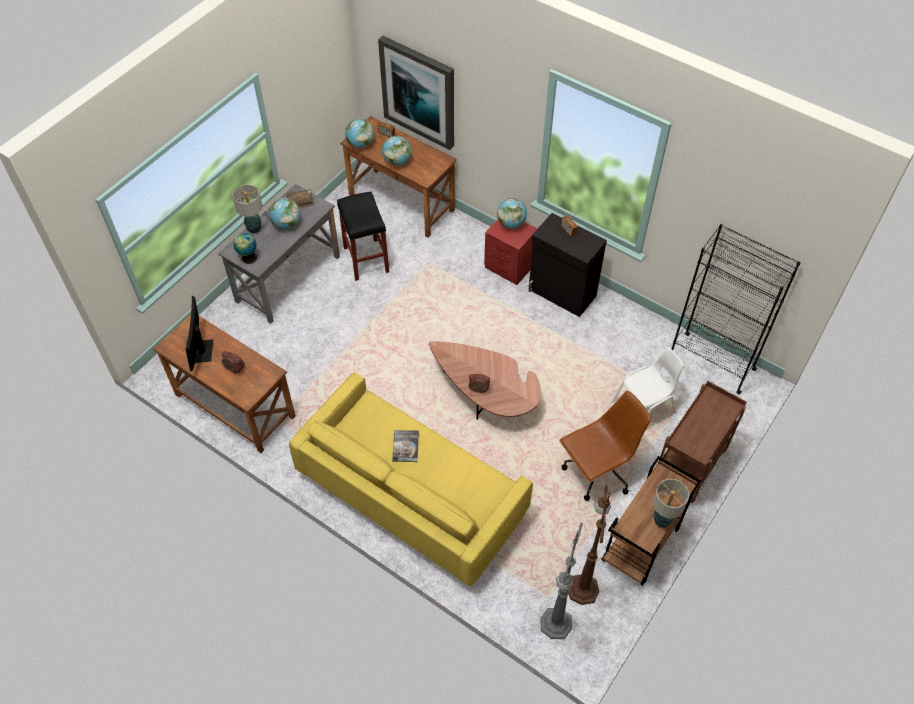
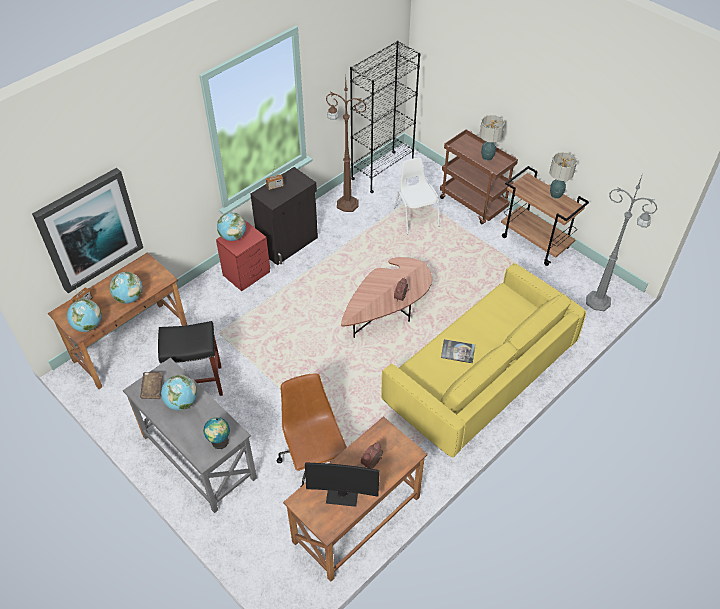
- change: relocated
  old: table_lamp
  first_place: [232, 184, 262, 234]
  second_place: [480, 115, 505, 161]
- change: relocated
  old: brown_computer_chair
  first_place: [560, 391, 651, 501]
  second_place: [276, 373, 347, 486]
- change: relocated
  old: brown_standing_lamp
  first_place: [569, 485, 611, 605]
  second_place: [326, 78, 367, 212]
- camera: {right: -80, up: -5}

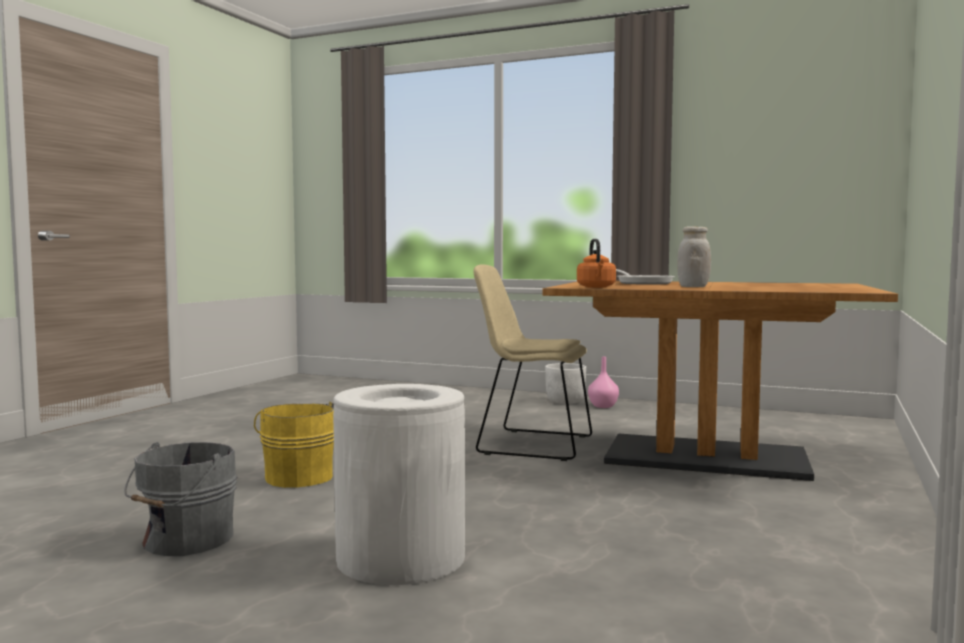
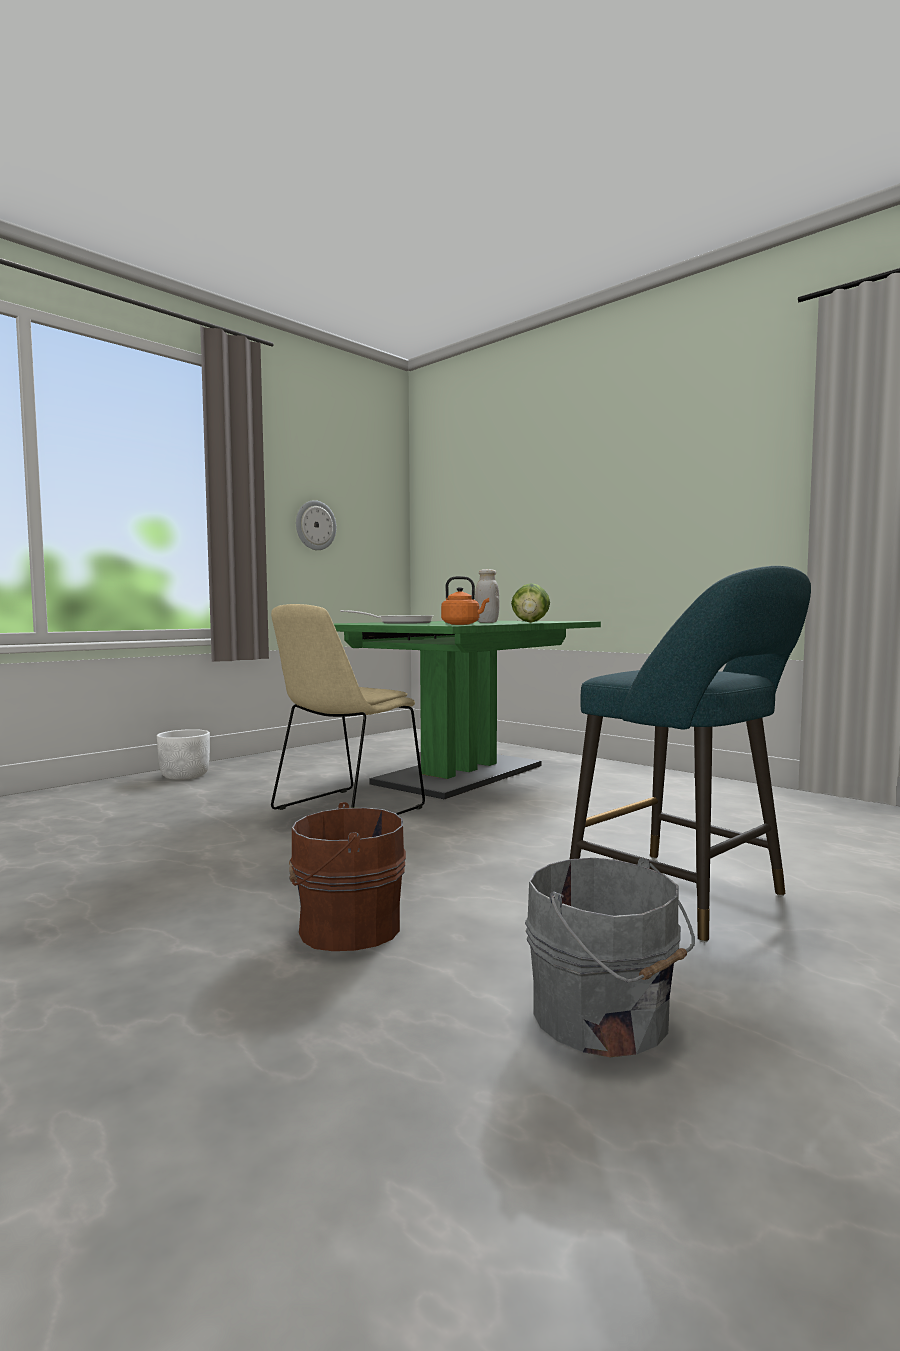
- change: missing
  old: pink_vase
  first_place: [588, 357, 619, 408]
- change: appeared
  new: hanging_clock
  second_place: [296, 500, 336, 550]
- change: appeared
  new: lettuce_head
  second_place: [511, 583, 550, 623]
- change: exchanged
  old: white-coloured_trash_can
  new: turquoise_stool
  first_place: [333, 384, 465, 585]
  second_place: [570, 566, 811, 942]
- change: colour
  old: yellow-coloured_pail
  new: brown_pail
  first_place: [254, 401, 334, 488]
  second_place: [289, 802, 406, 951]
- change: colour
  old: brown_dining_table
  new: green-coloured_dining_table
  first_place: [542, 281, 898, 481]
  second_place: [333, 621, 601, 799]
- camera: {right: -70, up: 0}

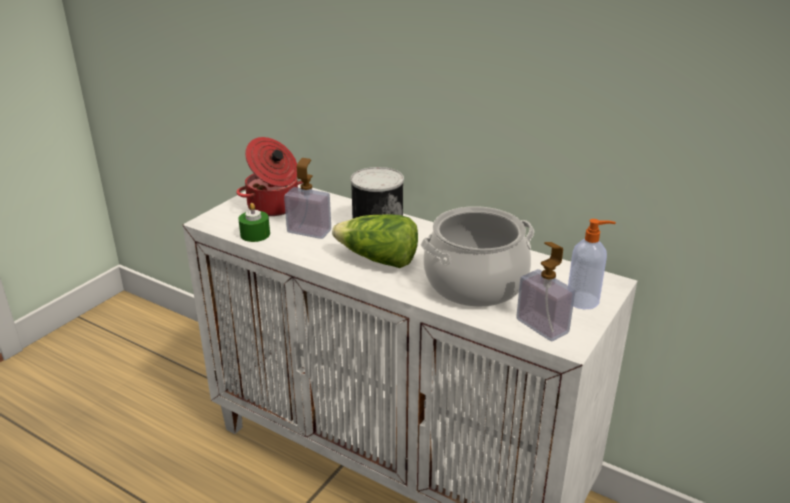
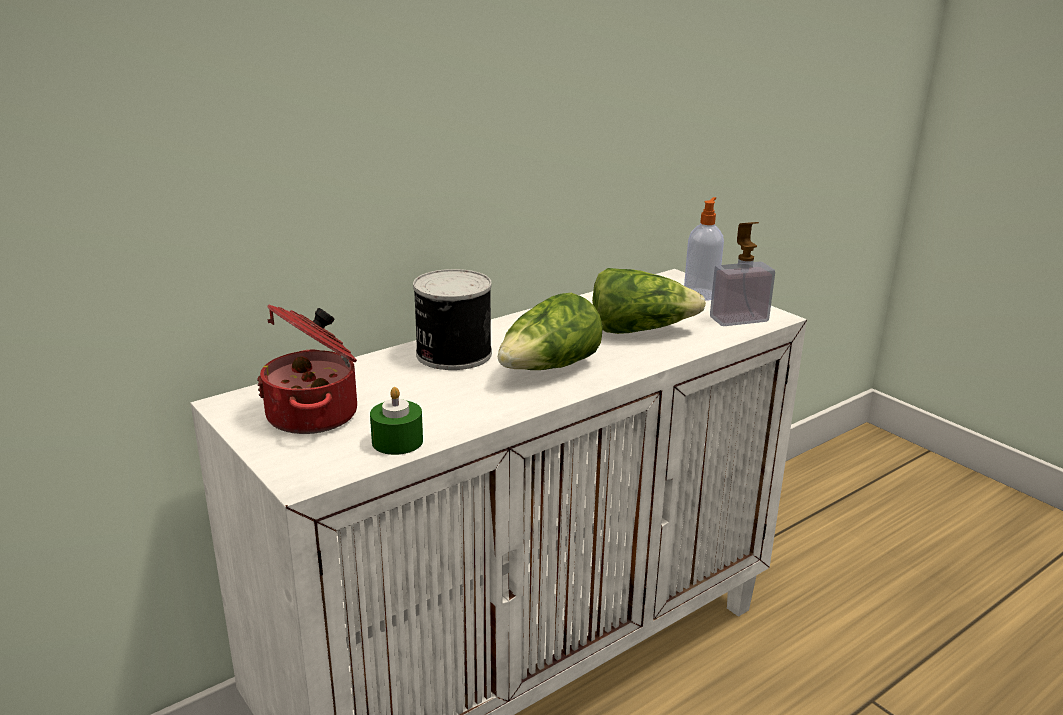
- change: missing
  old: soap_dispenser
  first_place: [284, 158, 331, 239]
- change: exchanged
  old: stockpot
  new: lettuce_head
  first_place: [421, 206, 534, 307]
  second_place: [592, 268, 706, 334]
- camera: {right: -70, up: -5}

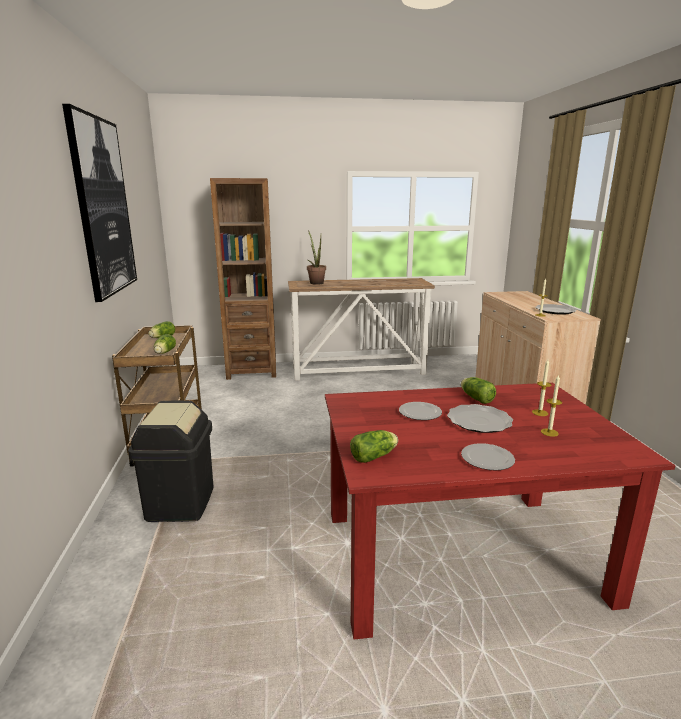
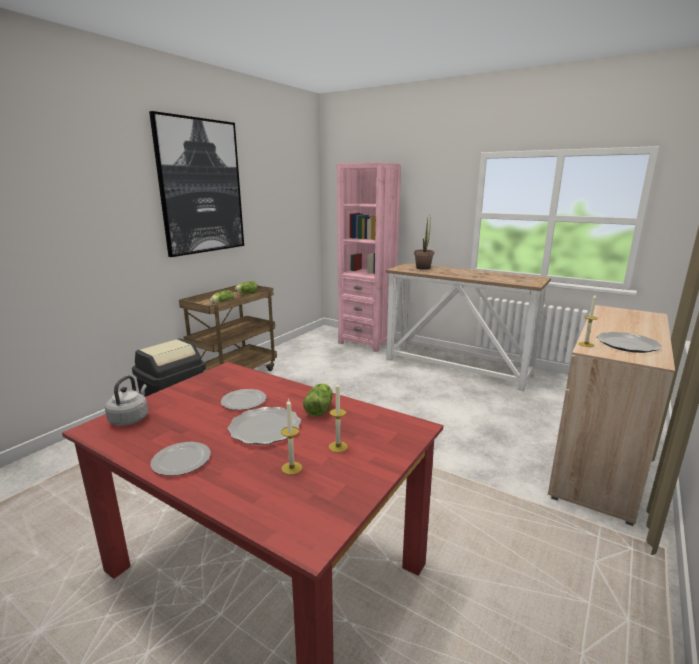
- change: exchanged
  old: lettuce_head
  new: grey_kettle
  first_place: [350, 430, 398, 463]
  second_place: [105, 375, 148, 426]
- change: colour
  old: brown_bookshelf
  new: pink_bookshelf
  first_place: [210, 178, 276, 380]
  second_place: [337, 162, 401, 352]
- camera: {right: 40, up: 0}

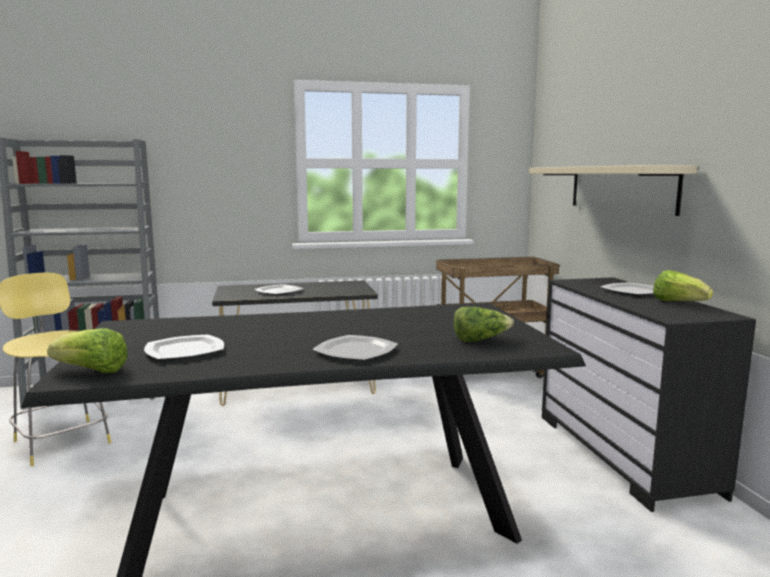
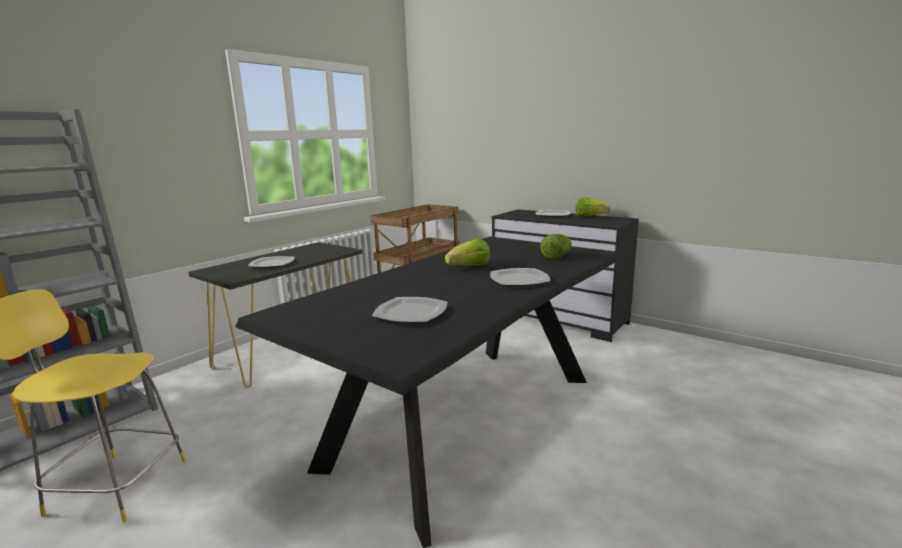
- change: missing
  old: sand-coloured_wall_shelf
  first_place: [529, 165, 697, 216]
- change: relocated
  old: lettuce_head
  first_place: [47, 328, 128, 373]
  second_place: [445, 238, 490, 266]
- camera: {right: -40, up: 5}

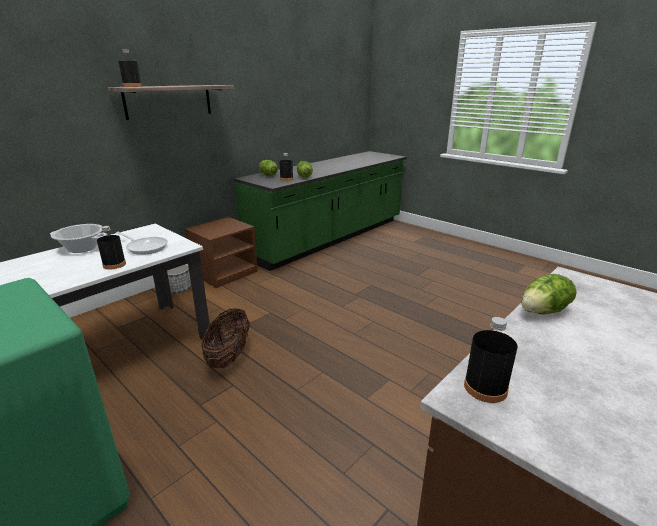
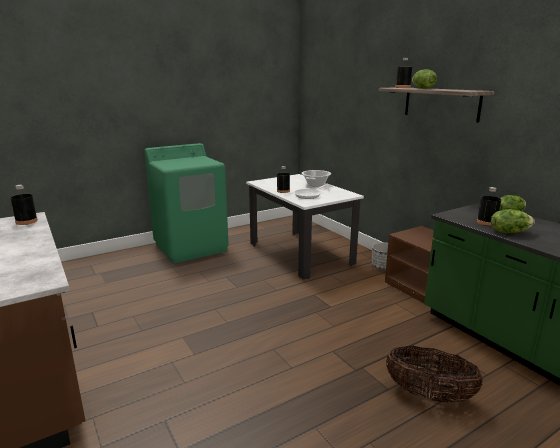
- change: relocated
  old: storage_basket
  first_place: [201, 308, 250, 368]
  second_place: [386, 346, 483, 403]
- change: relocated
  old: lettuce_head
  first_place: [522, 274, 577, 315]
  second_place: [412, 69, 437, 89]
- camera: {right: 105, up: -5}

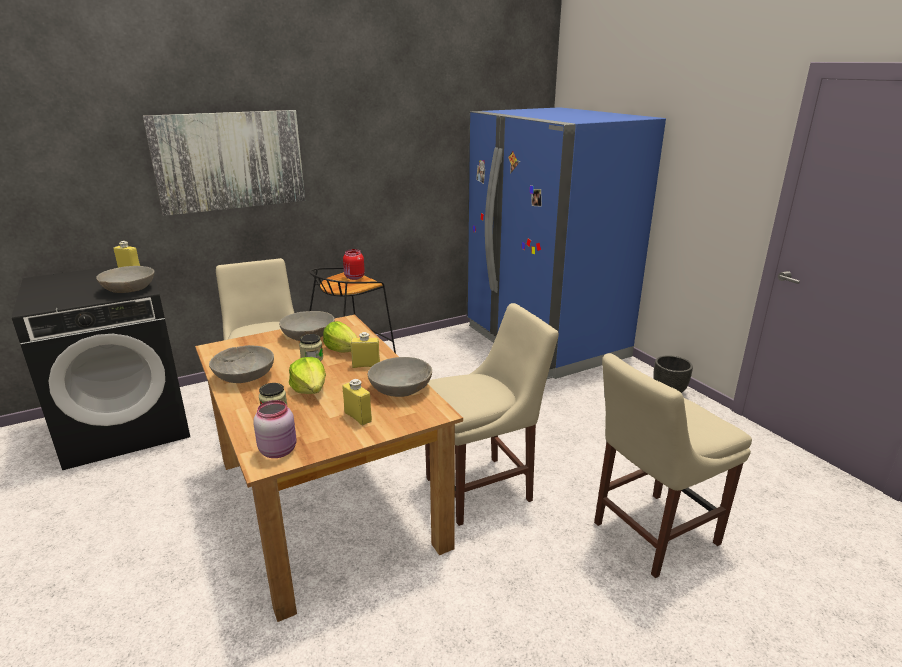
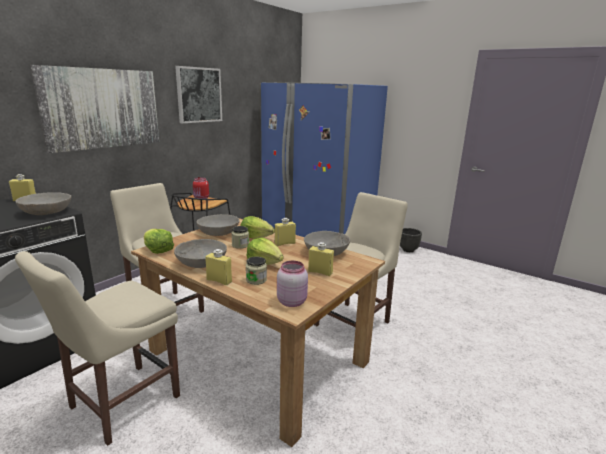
- change: appeared
  new: lettuce_head
  second_place: [144, 229, 174, 254]
- change: appeared
  new: wall_art
  second_place: [175, 66, 222, 123]
- change: appeared
  new: yellow-coloured_beverage_bottle
  second_place: [205, 249, 232, 285]
- change: relocated
  old: sand-coloured_plain_chair
  first_place: [594, 353, 752, 578]
  second_place: [15, 251, 180, 446]
- camera: {right: -25, up: -5}

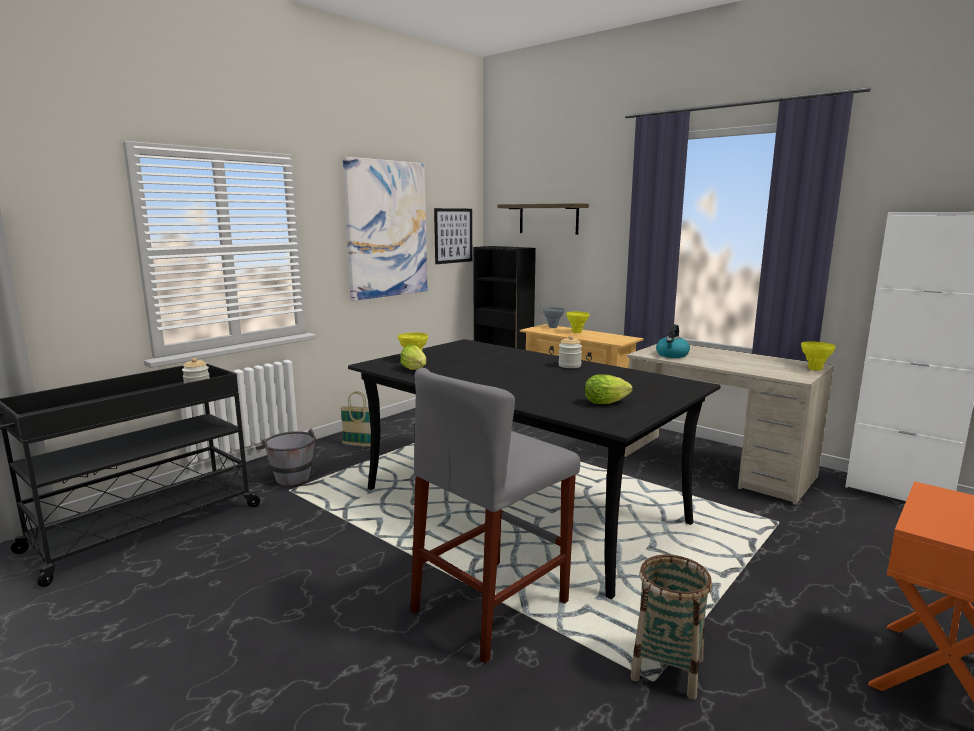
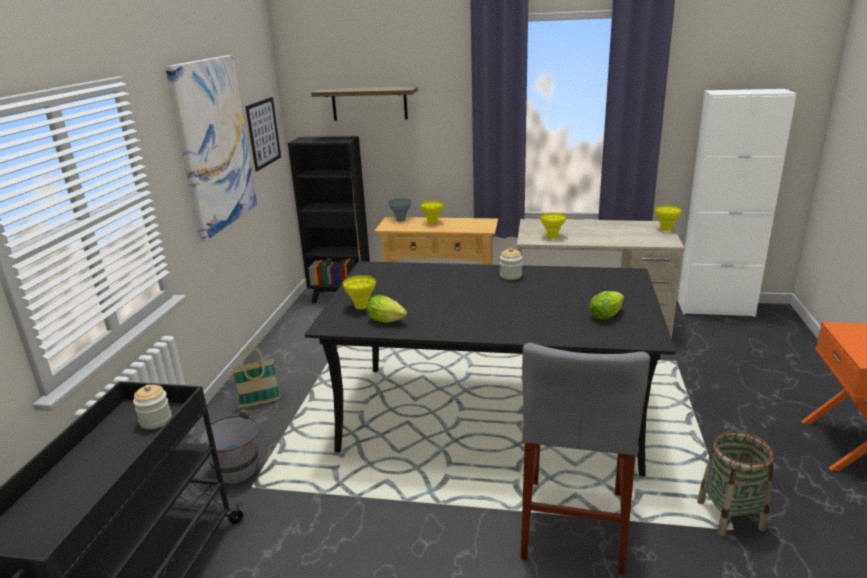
- change: exchanged
  old: kettle
  new: yellow-coloured_vase
  first_place: [656, 325, 690, 358]
  second_place: [540, 213, 566, 238]
- camera: {right: -30, up: 10}

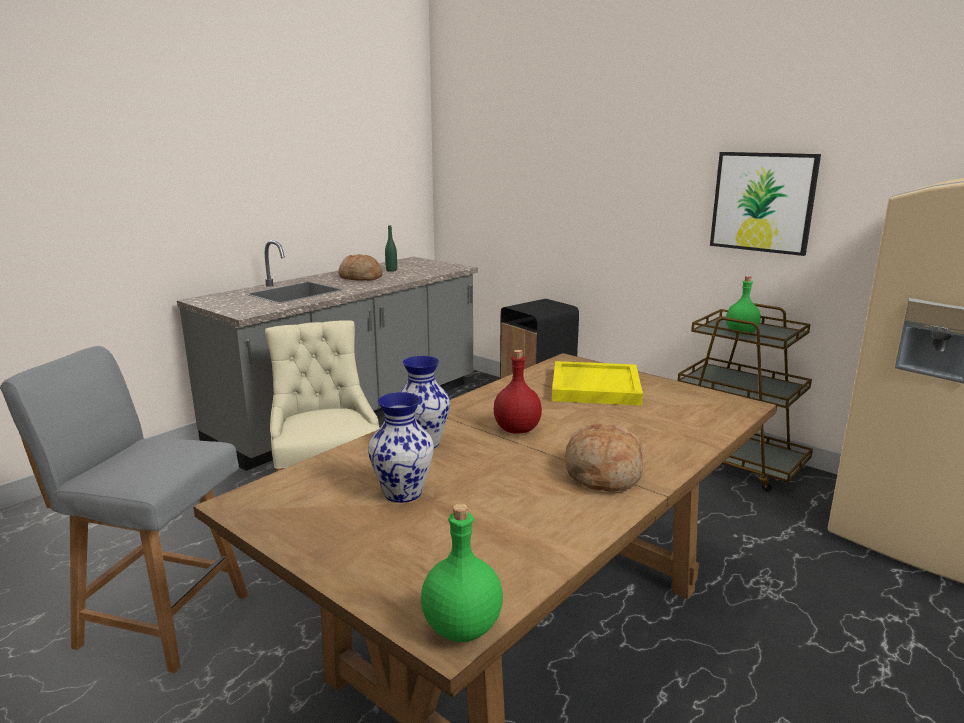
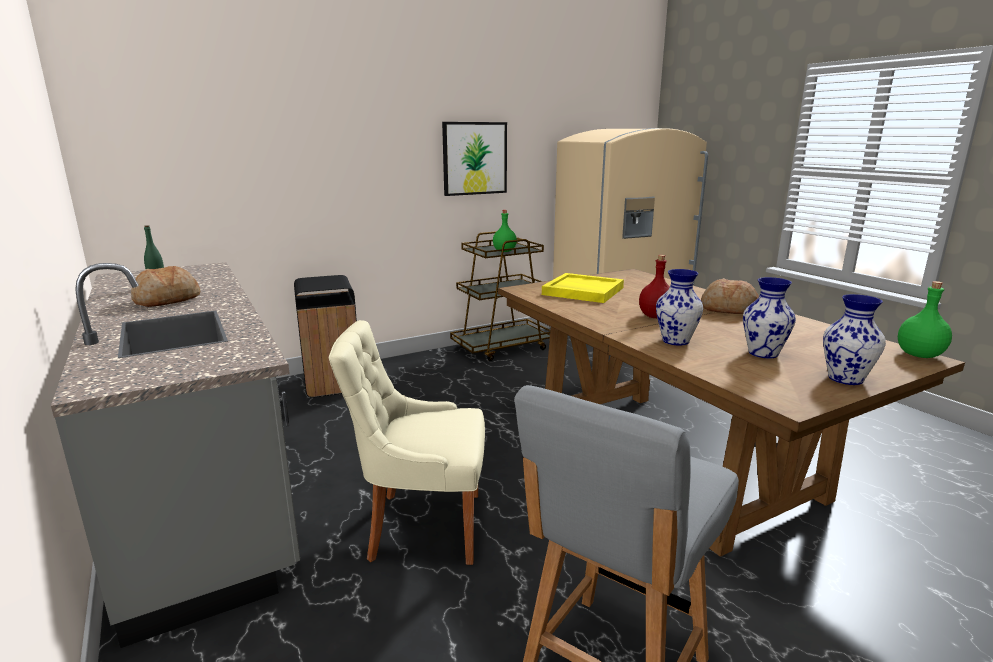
- change: appeared
  new: vase
  second_place: [823, 294, 886, 385]
- camera: {right: -70, up: 0}

